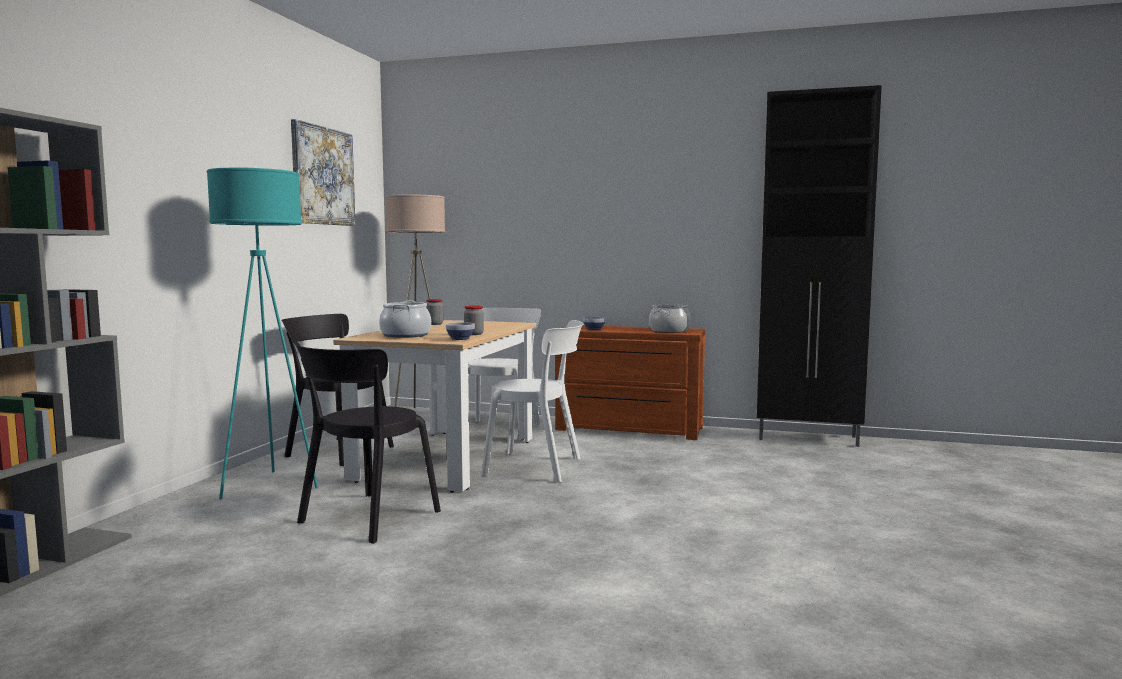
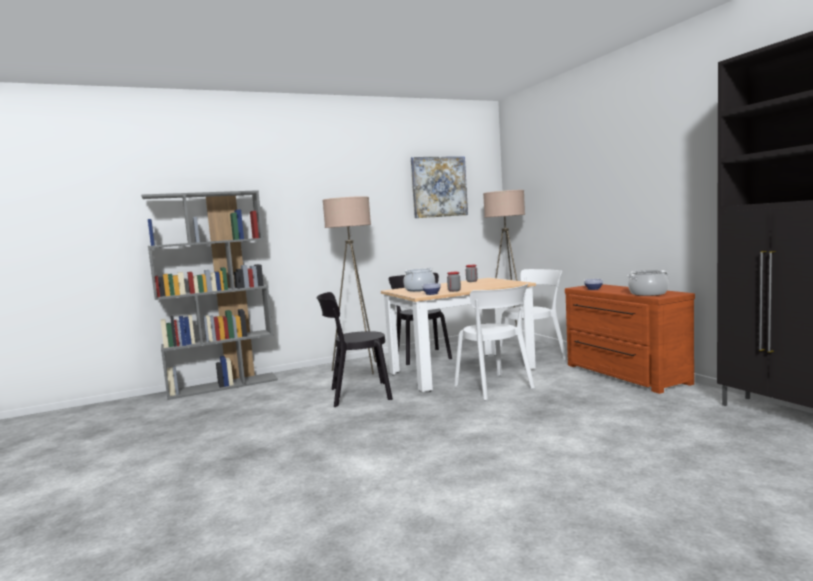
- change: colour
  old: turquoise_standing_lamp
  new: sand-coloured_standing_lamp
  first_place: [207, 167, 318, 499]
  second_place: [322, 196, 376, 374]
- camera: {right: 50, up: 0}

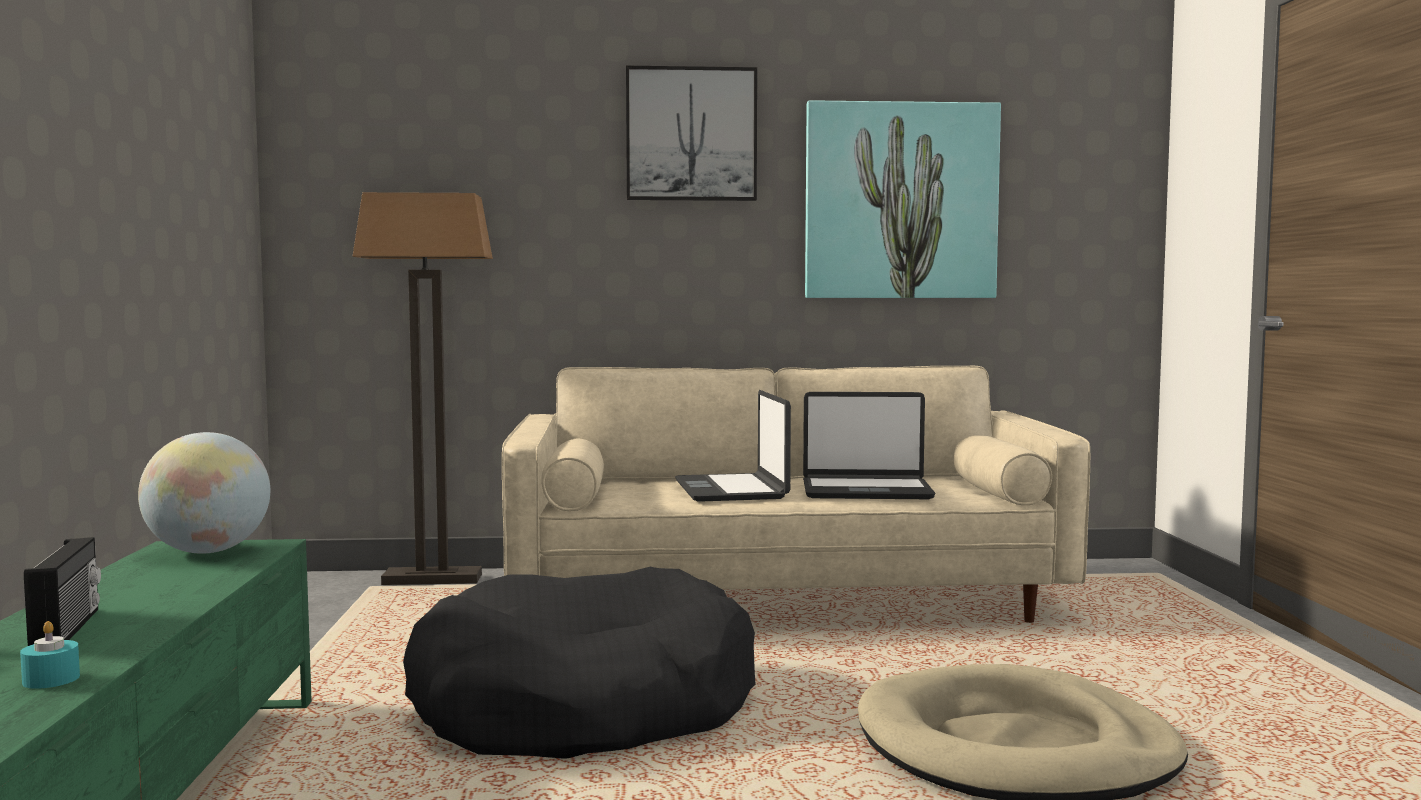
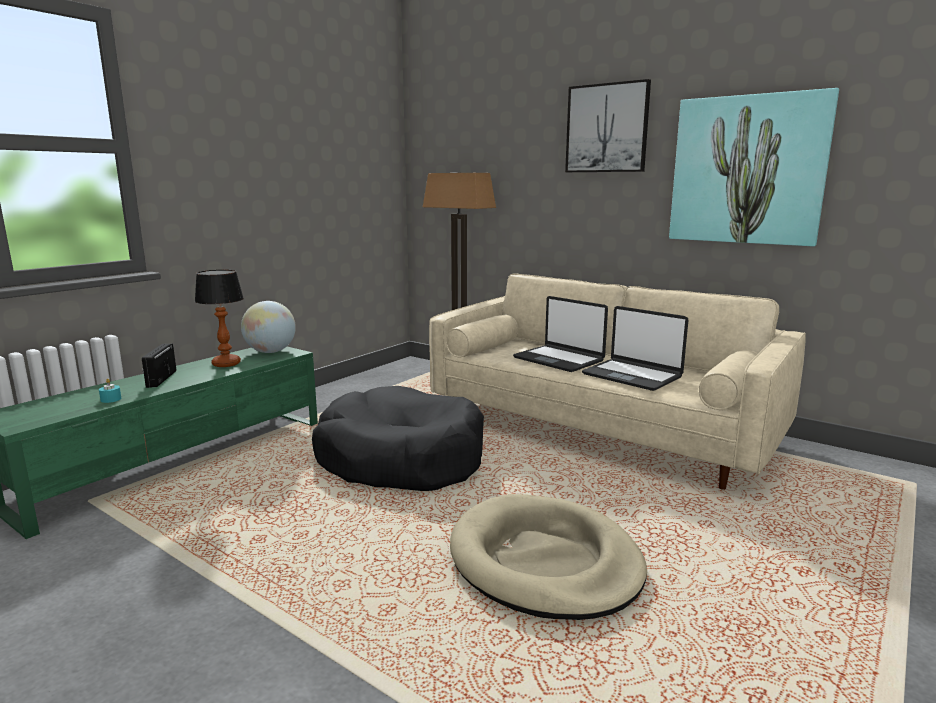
- change: appeared
  new: table_lamp
  second_place: [195, 270, 244, 367]
- change: spun
  old: radio
  first_place: [24, 537, 101, 646]
  second_place: [142, 344, 176, 388]
  degrees: 150
- change: spun
  old: portable_computer
  first_place: [675, 390, 791, 502]
  second_place: [513, 296, 608, 372]
  degrees: -75
- camera: {right: 40, up: 10}

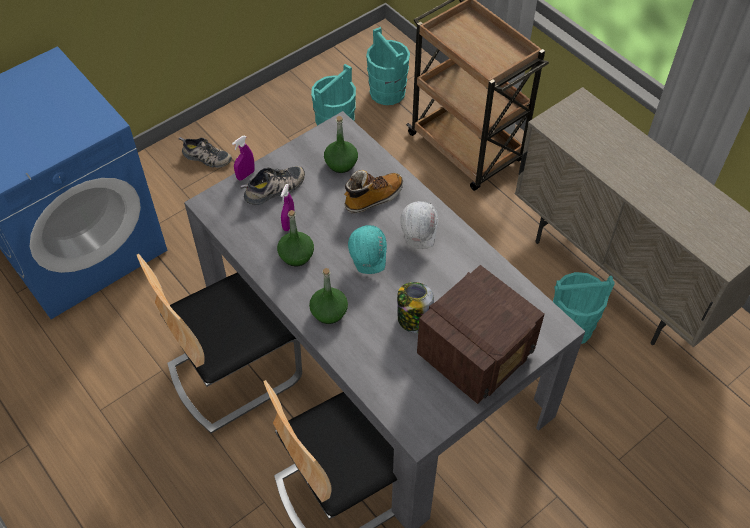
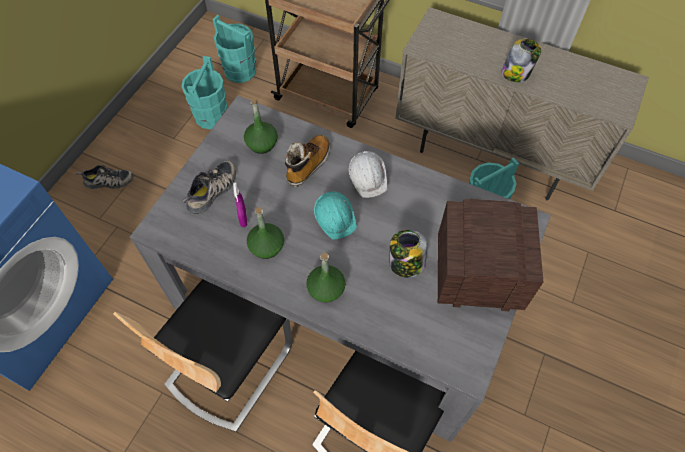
- change: missing
  old: purple-coloured_hand_sprayer
  first_place: [232, 135, 255, 180]
- change: appeared
  new: preserve_jar
  second_place: [502, 39, 541, 82]
- change: spun
  old: radio
  first_place: [417, 265, 545, 404]
  second_place: [438, 199, 543, 311]
  degrees: -105
- camera: {right: -25, up: 5}

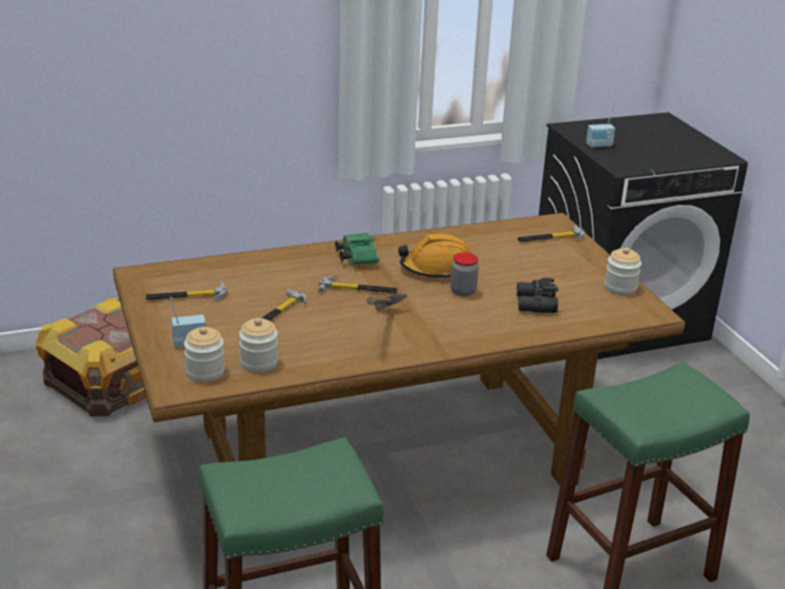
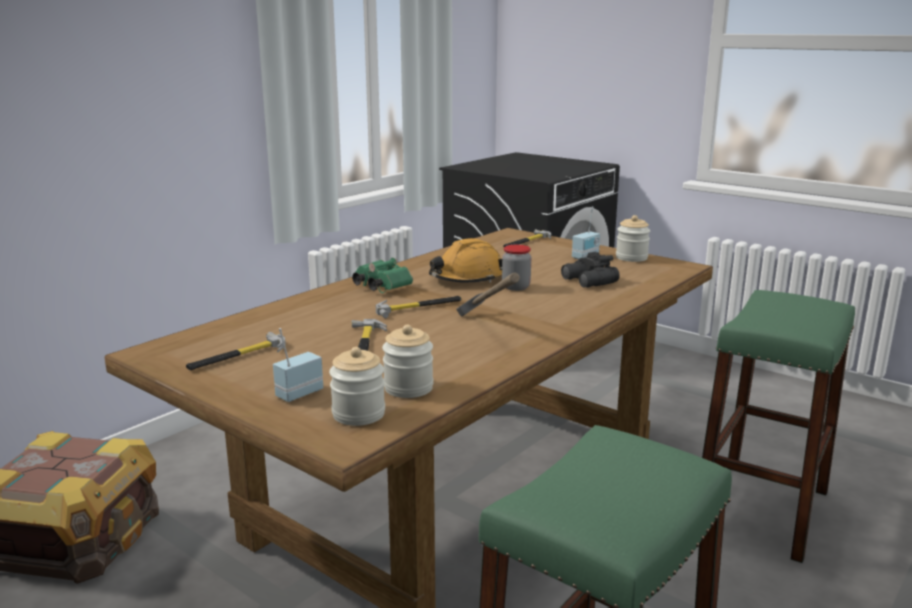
- change: relocated
  old: radio
  first_place: [586, 103, 615, 148]
  second_place: [572, 206, 600, 260]
- camera: {right: -30, up: -10}

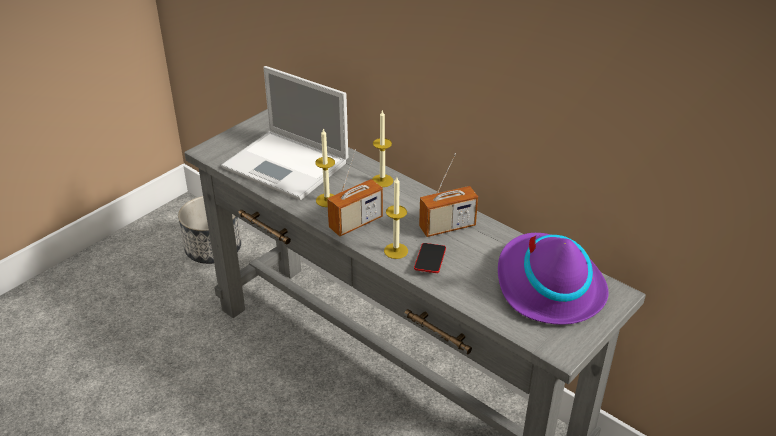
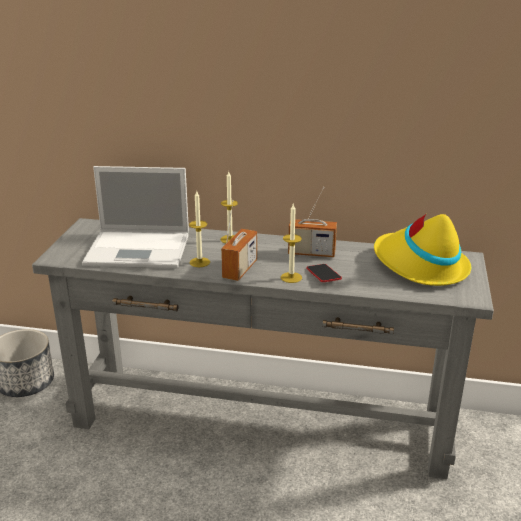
- change: colour
  old: purple-coloured_hat
  new: yellow-coloured_hat
  first_place: [498, 233, 609, 325]
  second_place: [374, 214, 471, 286]
- change: spun
  old: radio
  first_place: [419, 153, 478, 237]
  second_place: [288, 187, 337, 257]
  degrees: 60
- camera: {right: -30, up: -10}

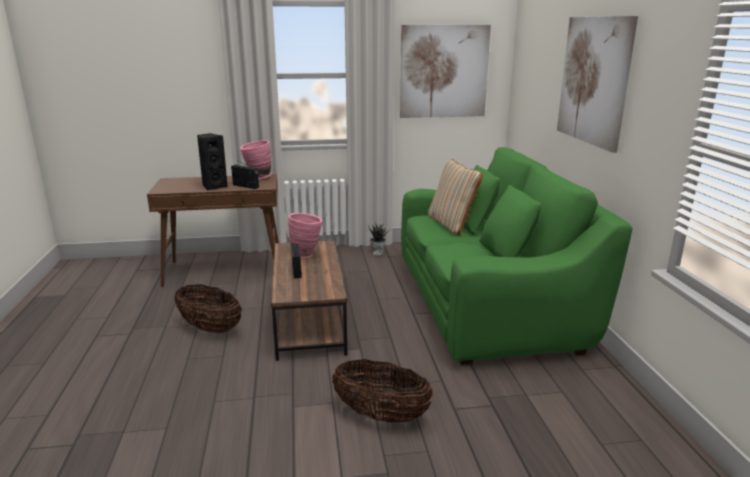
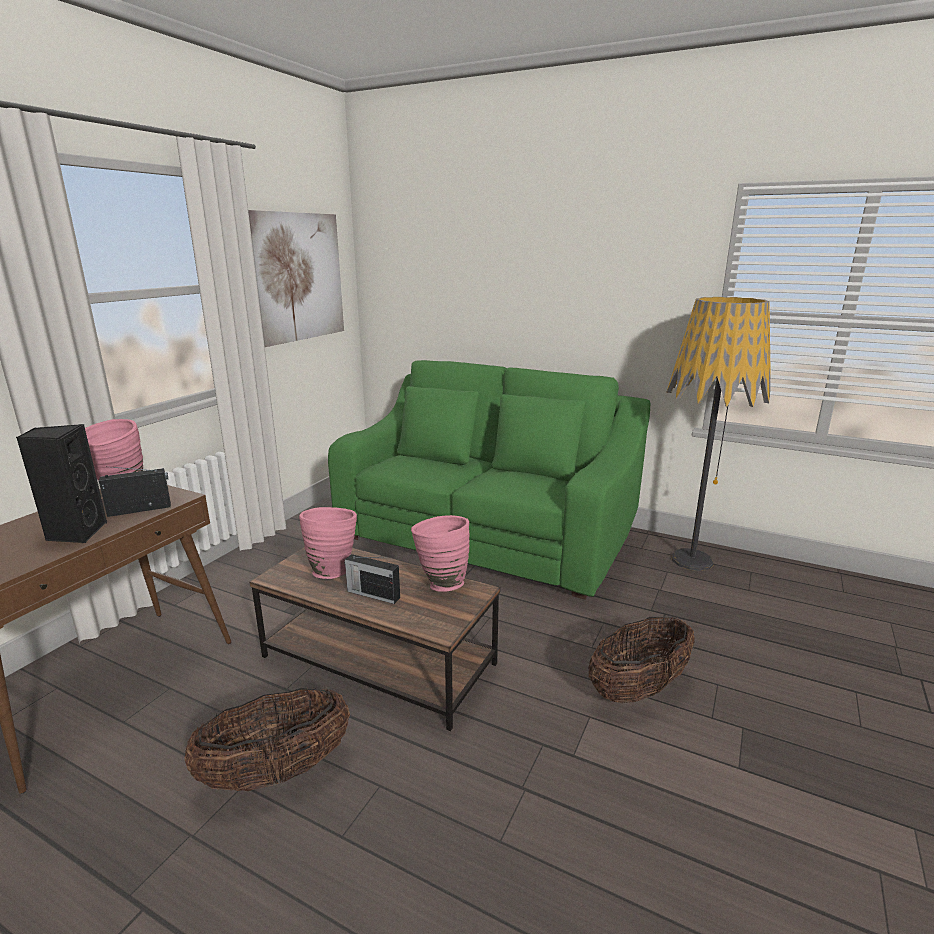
- change: missing
  old: plant_in_a_pot
  first_place: [368, 221, 391, 256]
- change: missing
  old: sand-coloured_cushion
  first_place: [428, 159, 483, 235]
- change: missing
  old: wall_art
  first_place: [557, 16, 638, 153]
- change: appeared
  new: pink_vase
  second_place: [411, 515, 469, 592]
- change: appeared
  new: standing_lamp
  second_place: [666, 297, 771, 571]
- camera: {right: -55, up: 0}

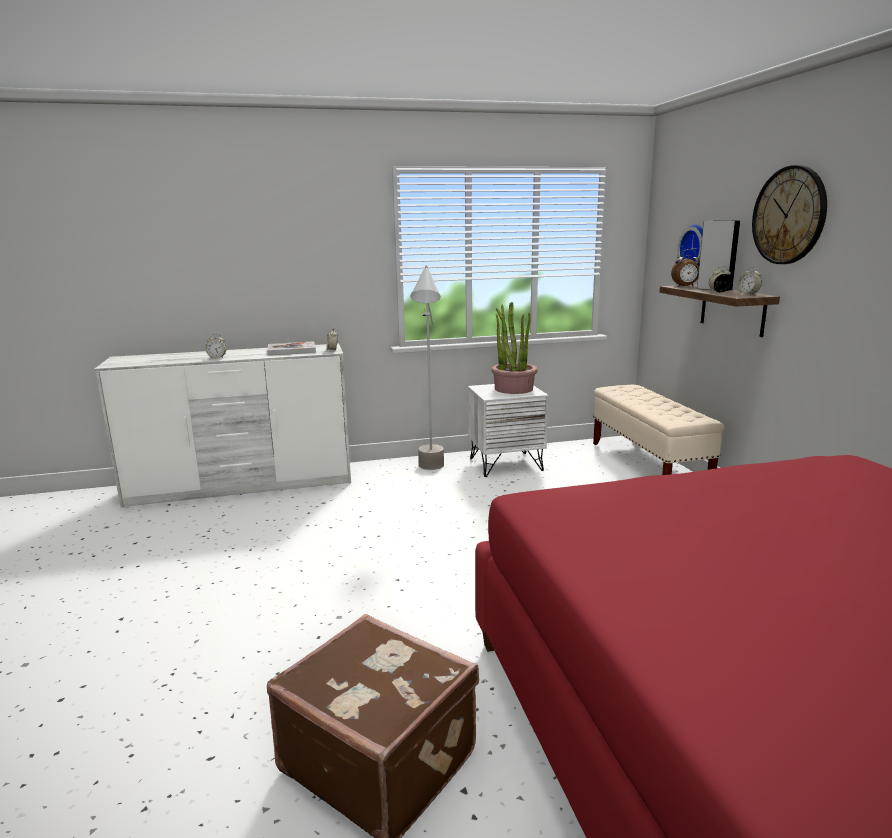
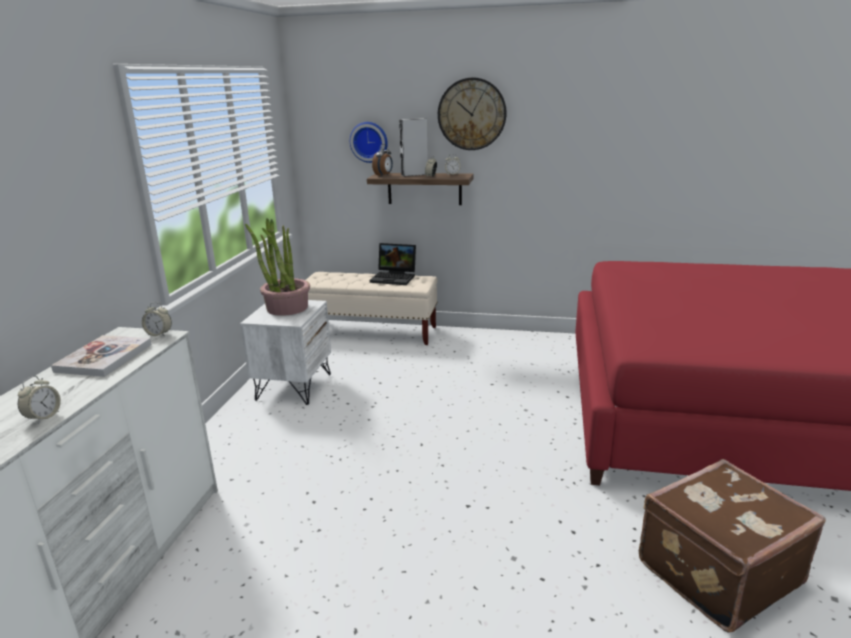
- change: missing
  old: grey_standing_lamp
  first_place: [410, 265, 444, 470]
- change: appeared
  new: portable_computer
  second_place: [370, 243, 416, 285]
- camera: {right: -65, up: 5}

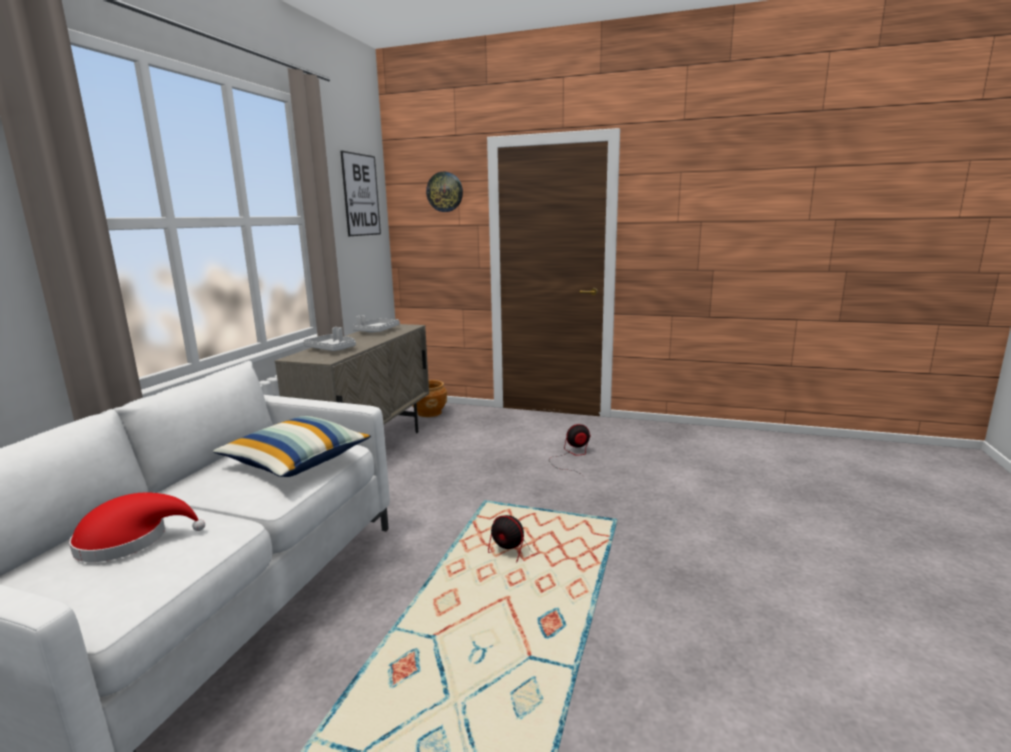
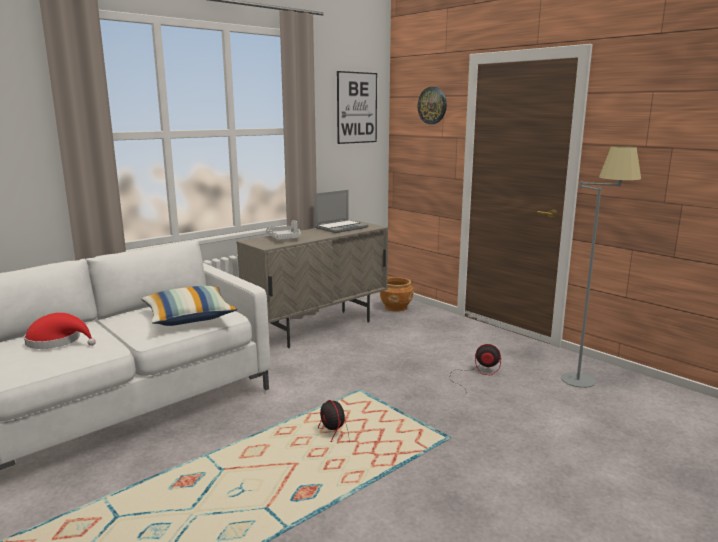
- change: appeared
  new: grey_standing_lamp
  second_place: [561, 146, 641, 388]
- change: exchanged
  old: grey_carrying_tray
  new: portable_computer
  first_place: [353, 315, 400, 332]
  second_place: [314, 190, 369, 233]
- camera: {right: 30, up: 0}

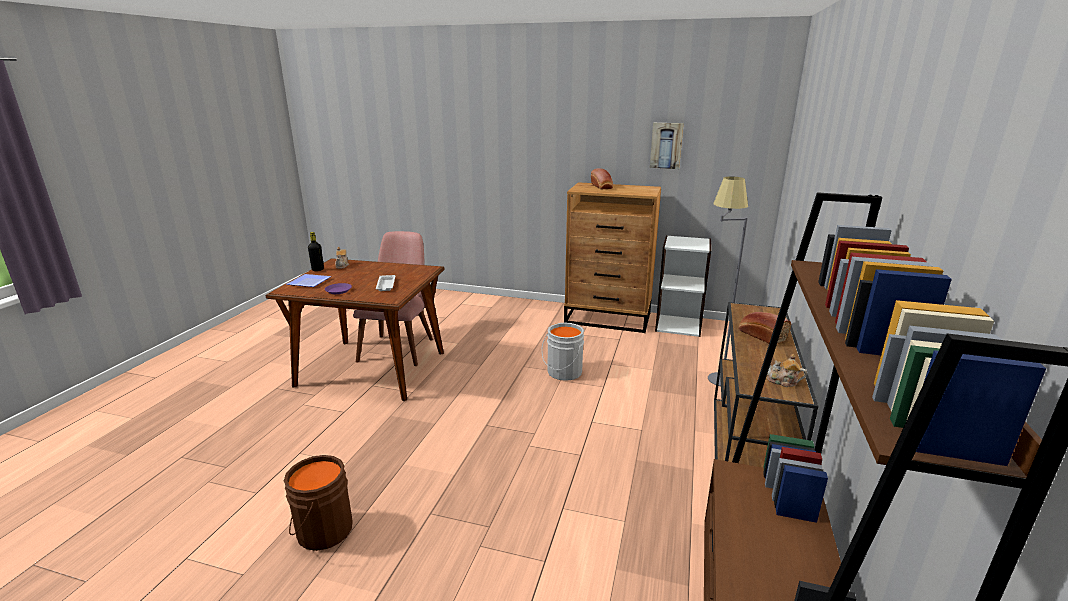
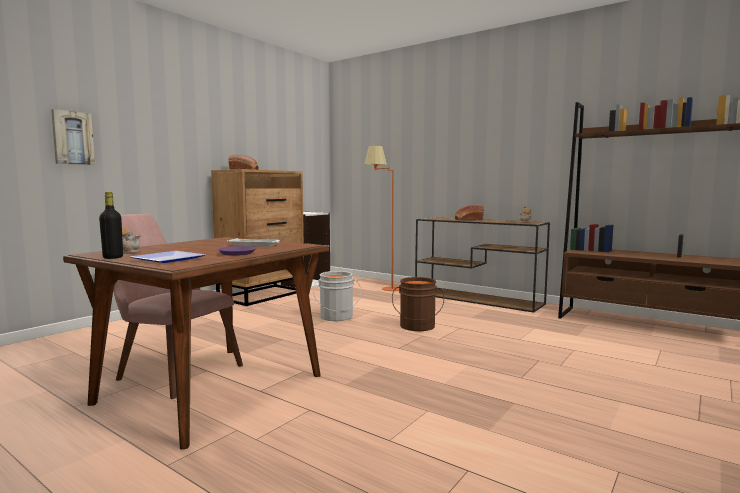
- change: relocated
  old: brown_pail
  first_place: [284, 455, 353, 551]
  second_place: [392, 277, 444, 331]
- change: relocated
  old: wall_art
  first_place: [650, 123, 684, 169]
  second_place: [51, 109, 95, 165]
- change: colour
  old: grey_standing_lamp
  new: orange-coloured_standing_lamp
  first_place: [708, 177, 748, 386]
  second_place: [364, 146, 399, 291]
- camera: {right: -70, up: -15}

